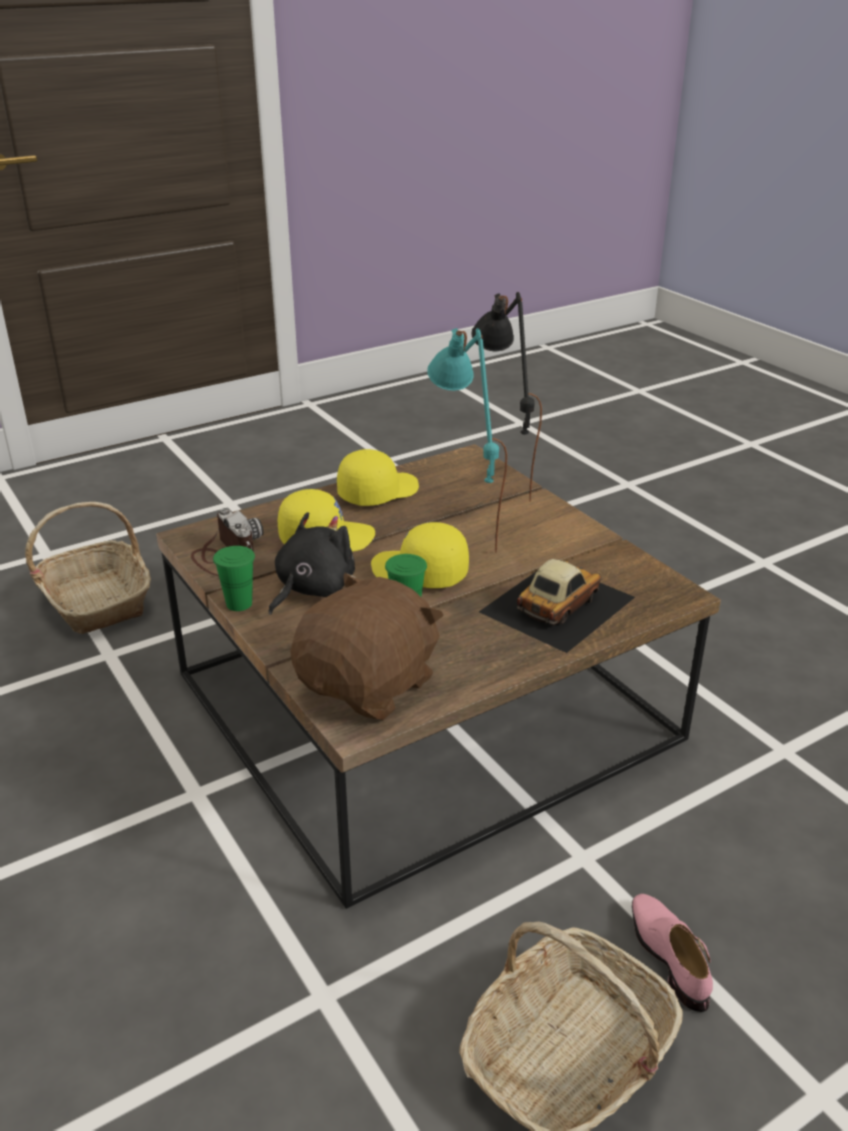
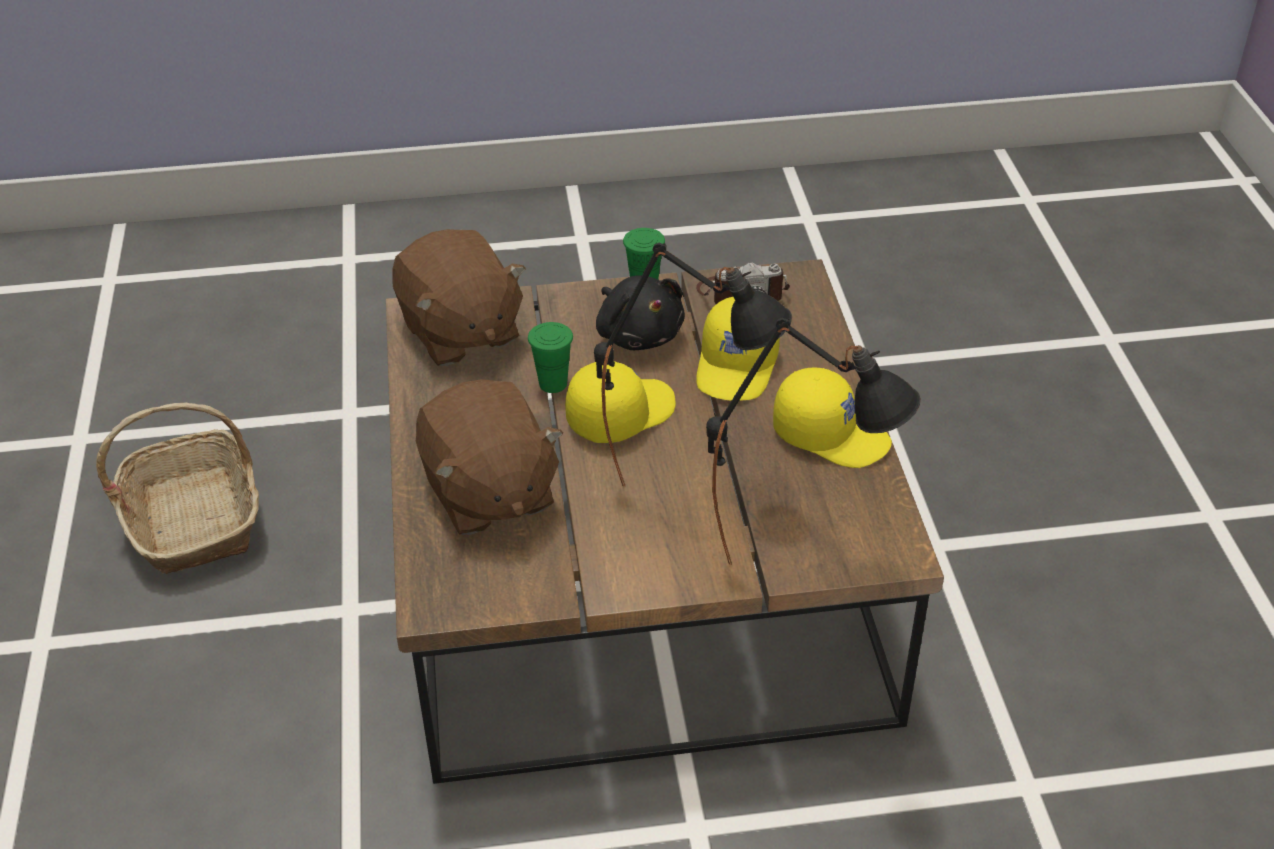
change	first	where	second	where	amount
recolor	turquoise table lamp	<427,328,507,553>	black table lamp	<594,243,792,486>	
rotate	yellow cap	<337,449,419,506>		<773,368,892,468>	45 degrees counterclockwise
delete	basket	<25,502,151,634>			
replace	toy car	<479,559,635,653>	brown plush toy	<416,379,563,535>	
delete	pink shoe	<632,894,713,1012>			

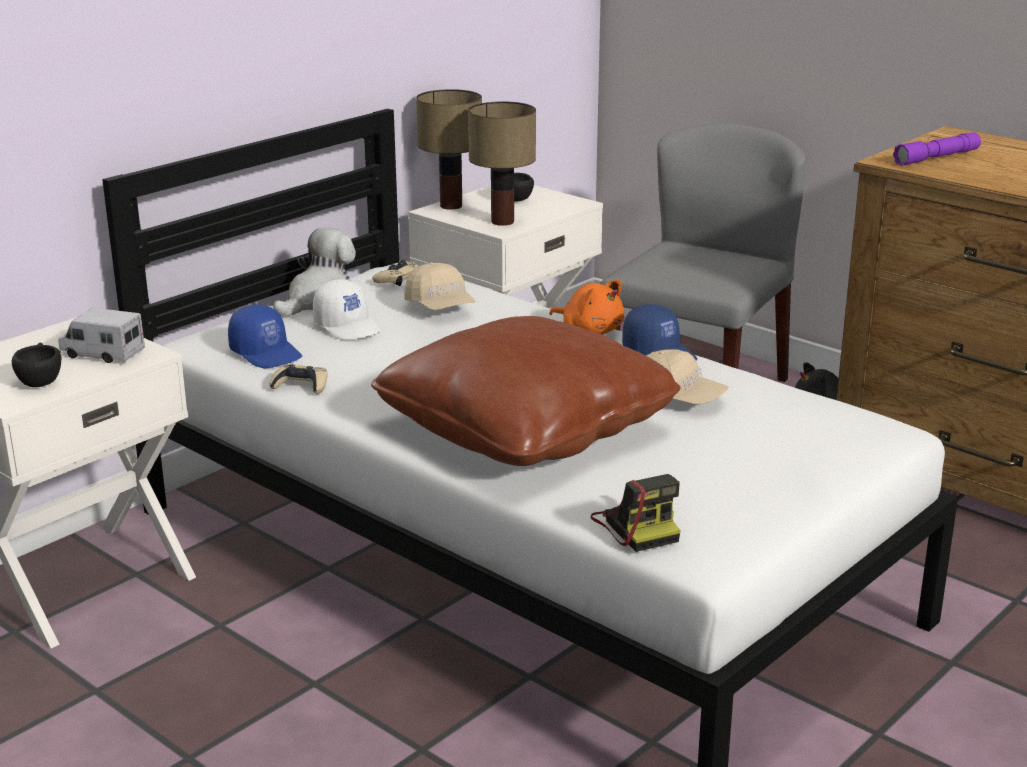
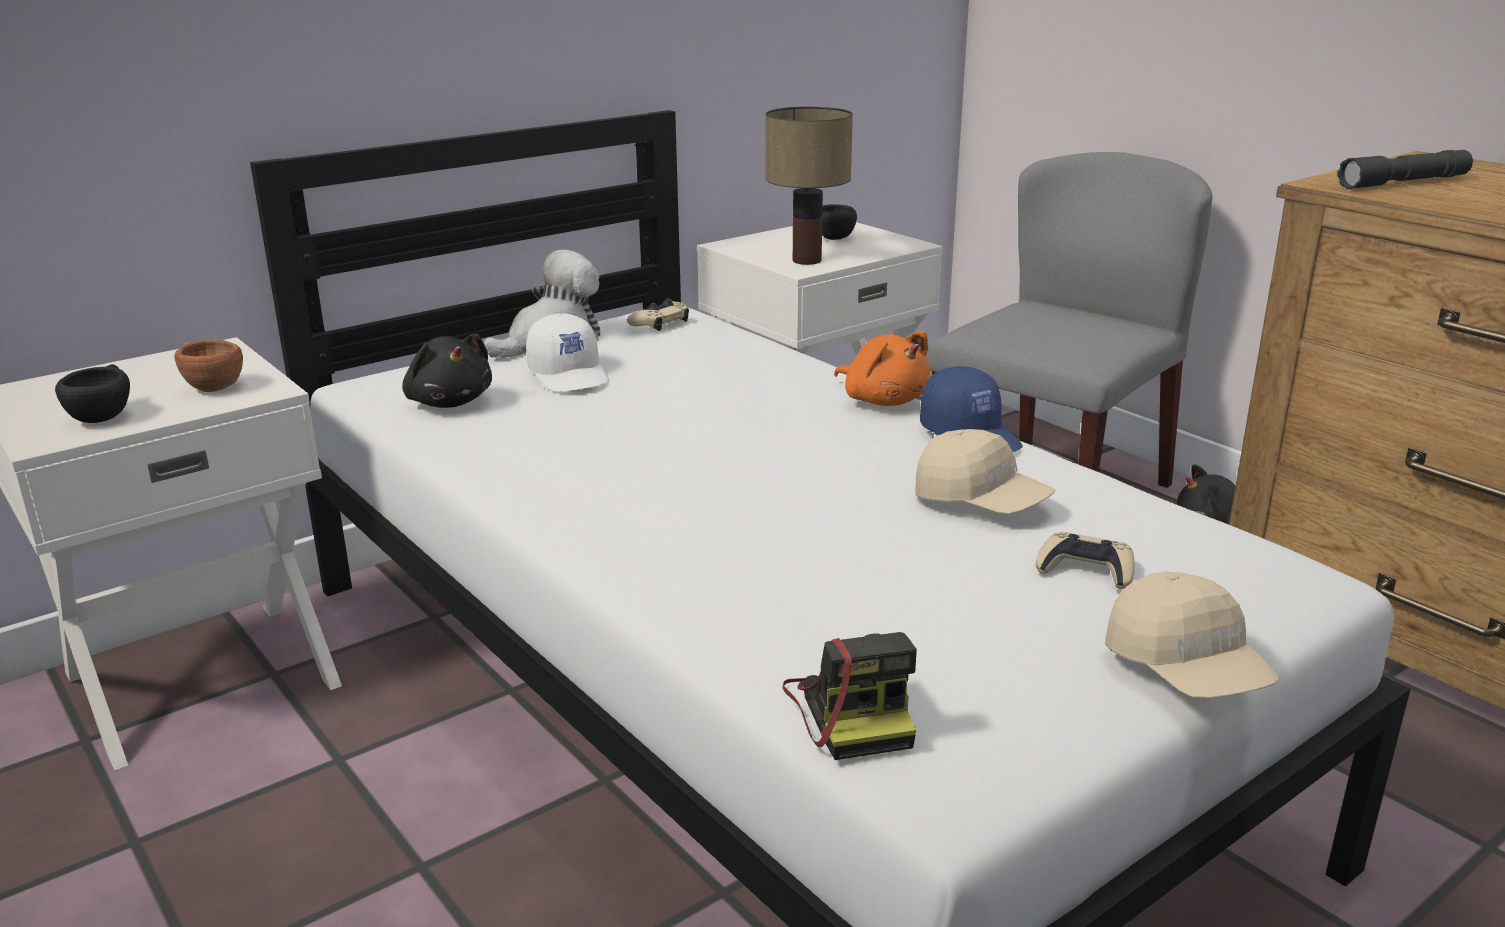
change	first	where	second	where	amount
delete	table lamp	<416,89,482,210>			
recolor	purple flashlight	<893,132,981,166>	grey flashlight	<1337,150,1473,189>	
move	beige cap	<404,263,475,310>		<1105,571,1279,698>	
replace	blue cap	<228,305,302,368>	black plush toy	<402,334,492,408>	
replace	toy truck	<58,308,145,363>	brown cup	<174,339,243,392>	
delete	brown pillow	<371,316,681,466>			
move	beige game controller	<269,364,327,394>		<1036,532,1135,589>	

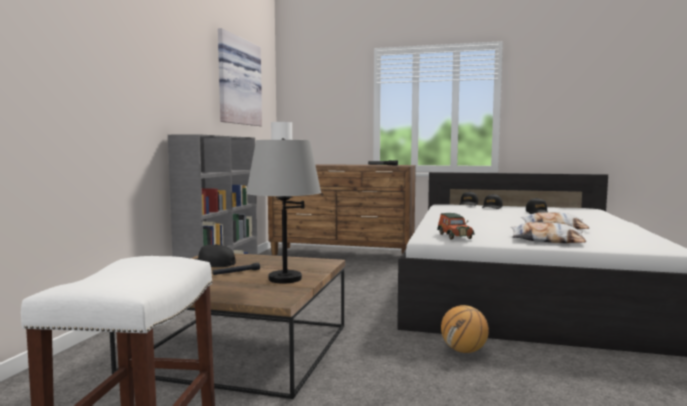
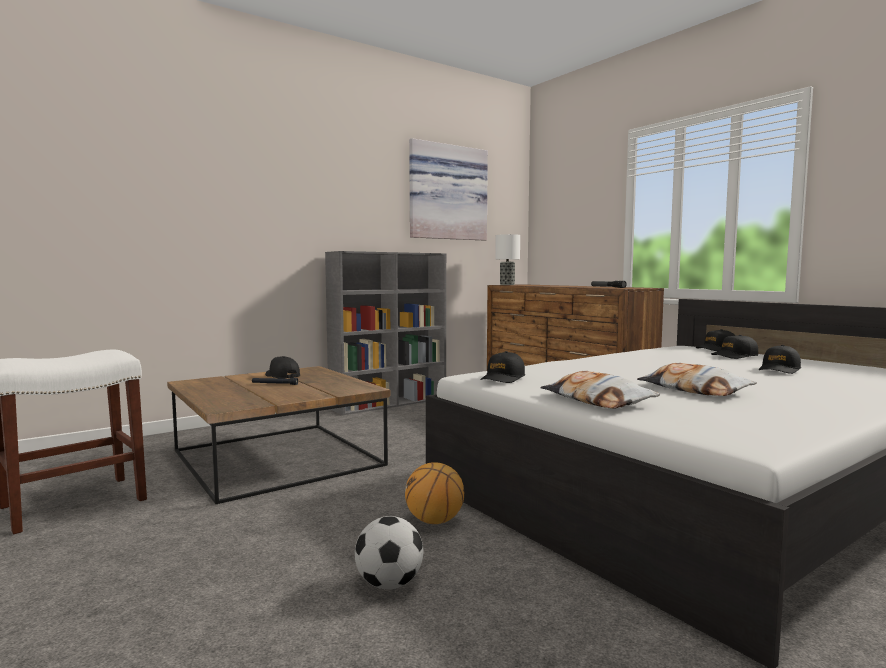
change	first	where	second	where	amount
delete	grey table lamp	<246,138,321,284>			
replace	toy car	<437,213,475,240>	black cap	<480,351,525,383>	
insert			football	<355,516,423,590>	

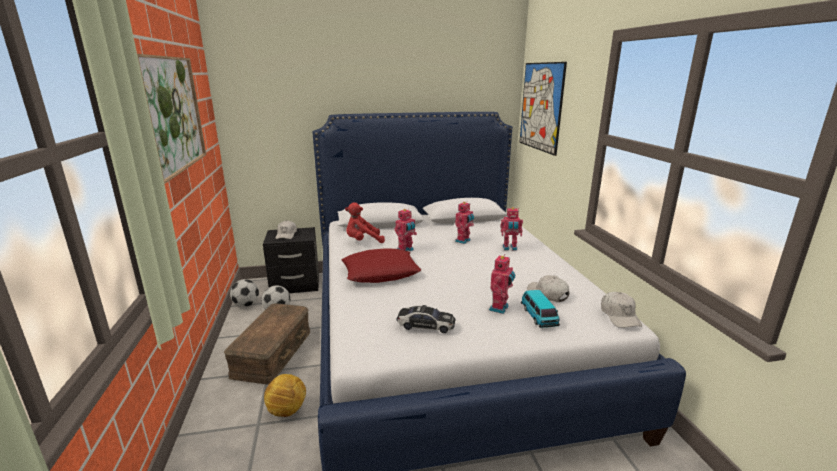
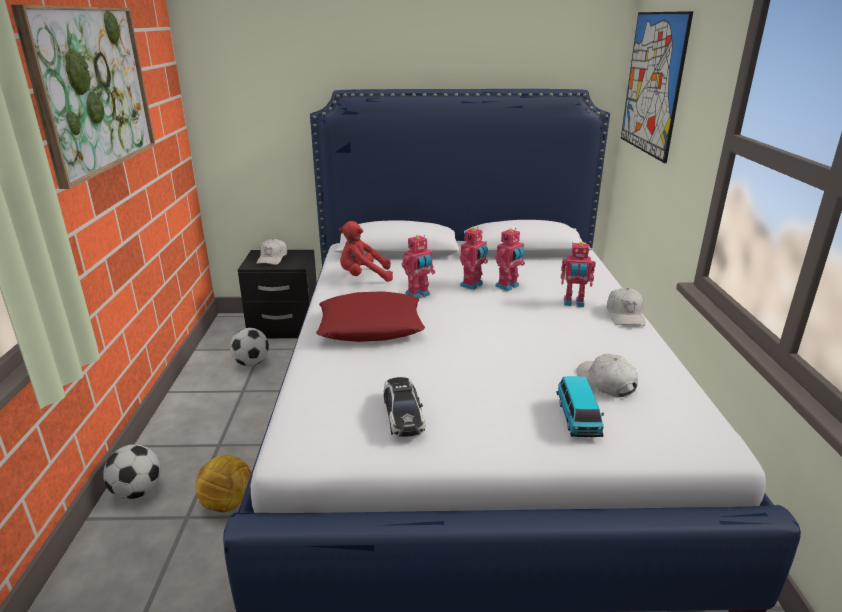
change	first	where	second	where	amount
move	toy robot	<489,254,515,314>		<460,227,488,290>	
move	football	<230,279,259,307>		<103,444,161,499>	
move	white cap	<601,292,642,328>		<606,288,646,326>	
delete	brown storage box	<224,303,310,385>			
rotate	toy car	<396,305,456,333>		<383,377,425,437>	60 degrees clockwise

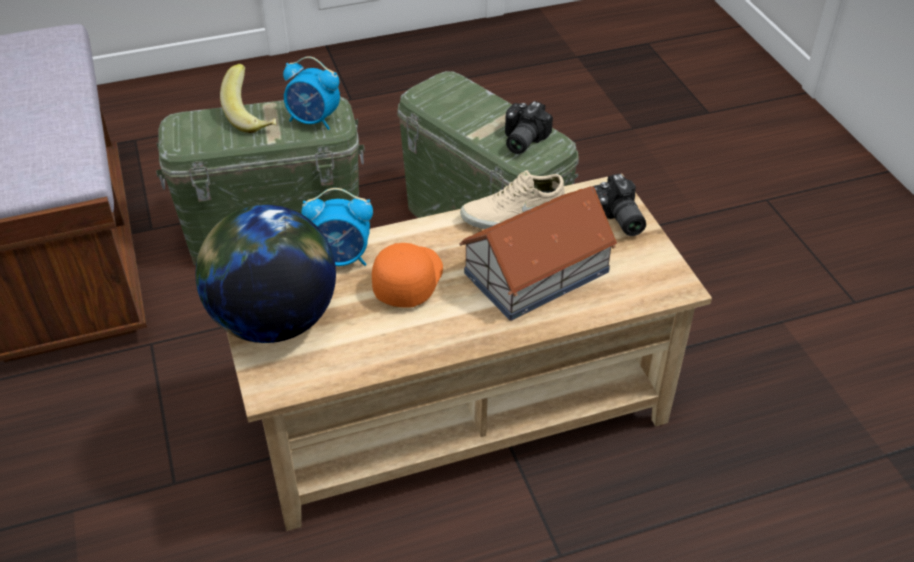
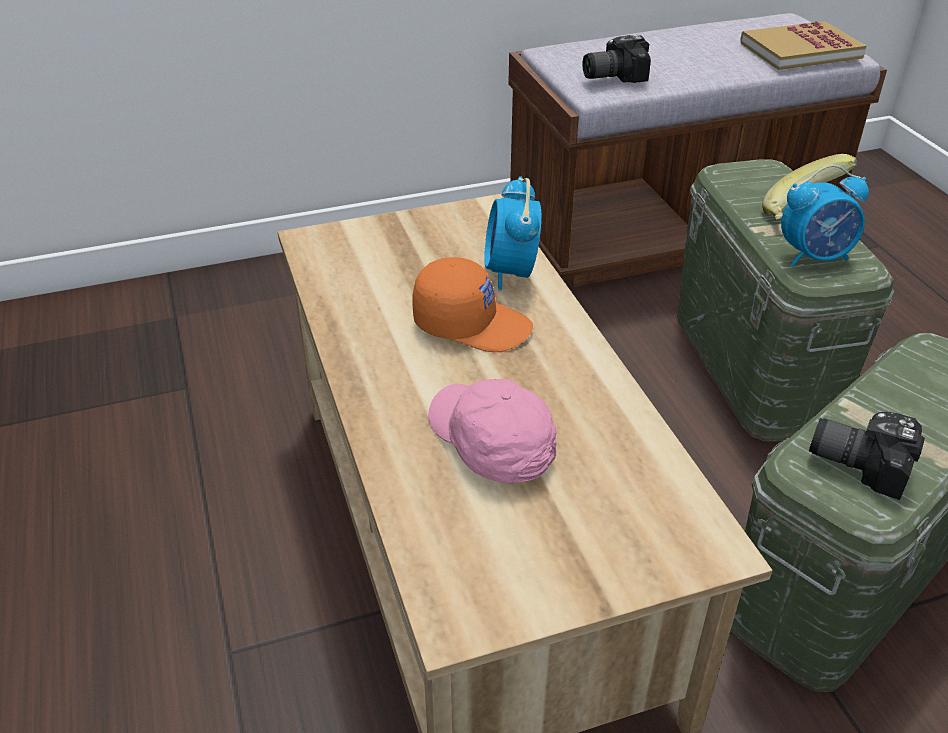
change	first	where	second	where	amount
rotate	alarm clock	<283,56,340,130>		<781,164,869,267>	120 degrees counterclockwise
delete	beige shoe	<460,170,565,229>			
move	photo camera	<593,174,646,236>		<582,35,651,83>	
replace	toy house	<459,186,618,321>	pink cap	<428,379,556,484>	
delete	globe	<195,205,336,343>			
insert			book	<740,21,866,70>	

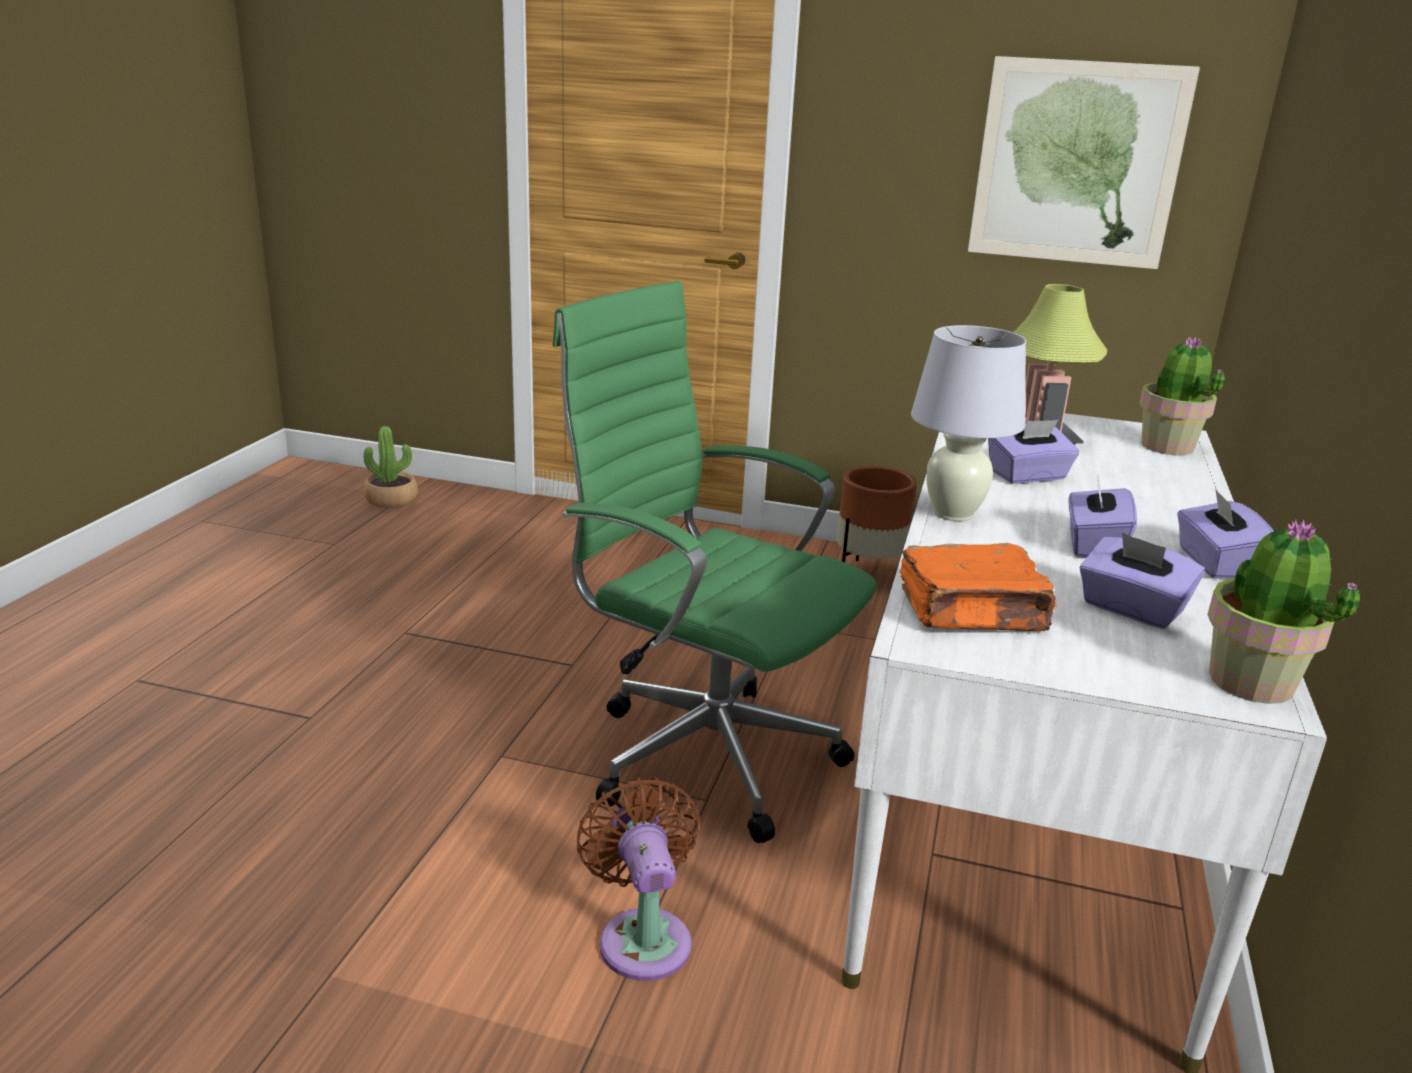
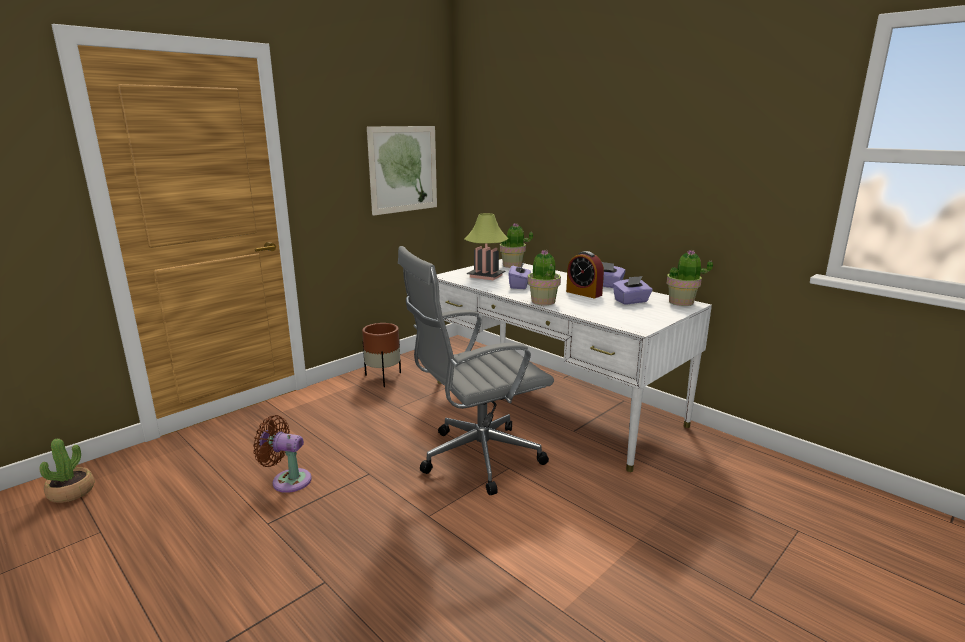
change	first	where	second	where	amount
recolor	green office chair	<552,281,877,843>	grey office chair	<398,246,554,495>	
replace	white table lamp	<911,325,1026,521>	potted plant	<528,250,561,305>	
replace	purple tissue box	<1068,472,1137,558>	alarm clock	<566,251,604,298>	
delete	orange book	<900,543,1057,631>			
move	brown fan	<576,778,700,981>		<253,415,312,493>	

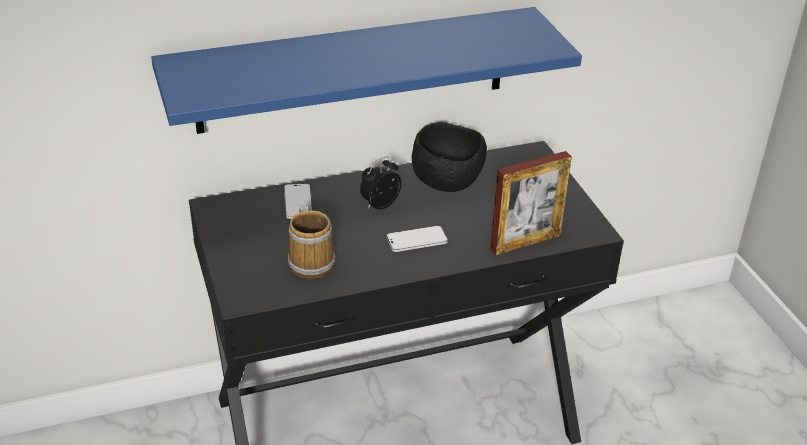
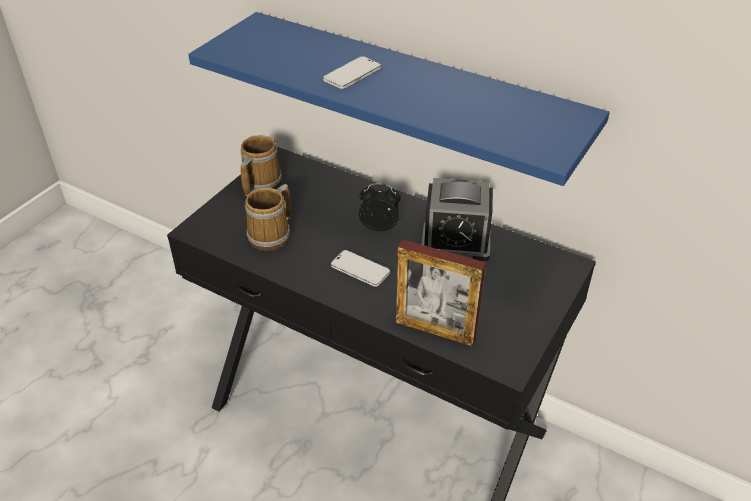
change	first	where	second	where	amount
replace	black bowl	<412,122,487,192>	alarm clock	<422,178,493,261>	
move	phone	<284,183,313,219>		<323,56,381,89>	
insert			mug	<240,135,282,196>	

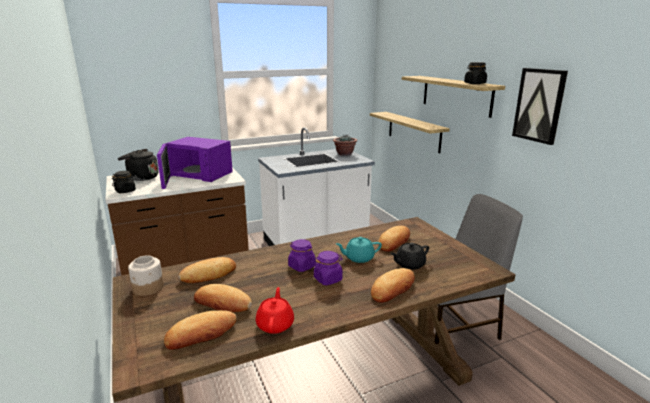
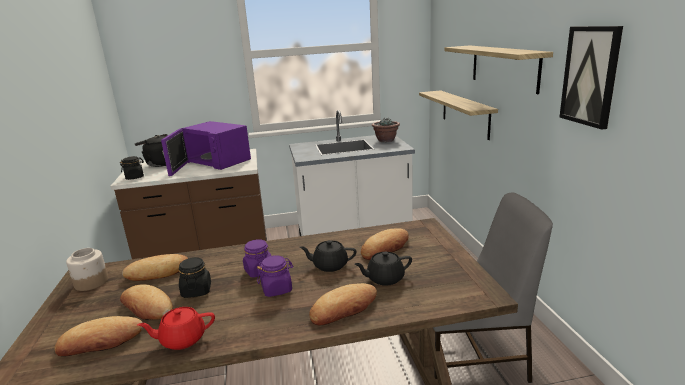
change	first	where	second	where	amount
move	black jar	<464,62,487,84>		<179,257,211,298>	
recolor	turquoise teapot	<336,237,382,263>	black teapot	<299,240,357,272>	
rotate	red teapot	<256,287,294,334>		<137,307,215,350>	120 degrees counterclockwise

